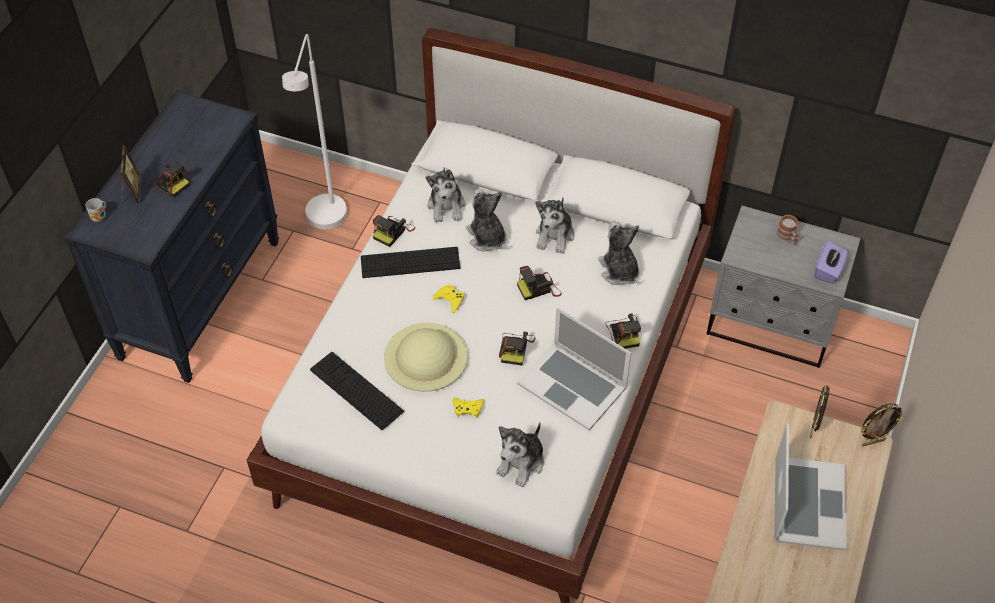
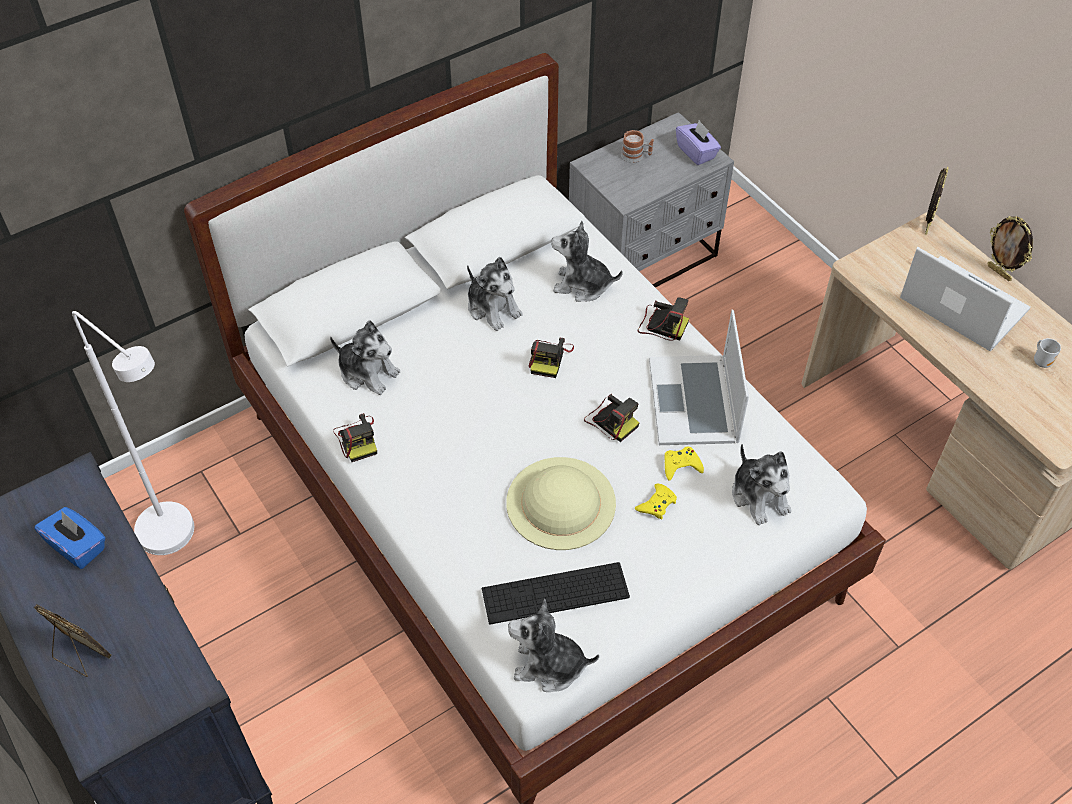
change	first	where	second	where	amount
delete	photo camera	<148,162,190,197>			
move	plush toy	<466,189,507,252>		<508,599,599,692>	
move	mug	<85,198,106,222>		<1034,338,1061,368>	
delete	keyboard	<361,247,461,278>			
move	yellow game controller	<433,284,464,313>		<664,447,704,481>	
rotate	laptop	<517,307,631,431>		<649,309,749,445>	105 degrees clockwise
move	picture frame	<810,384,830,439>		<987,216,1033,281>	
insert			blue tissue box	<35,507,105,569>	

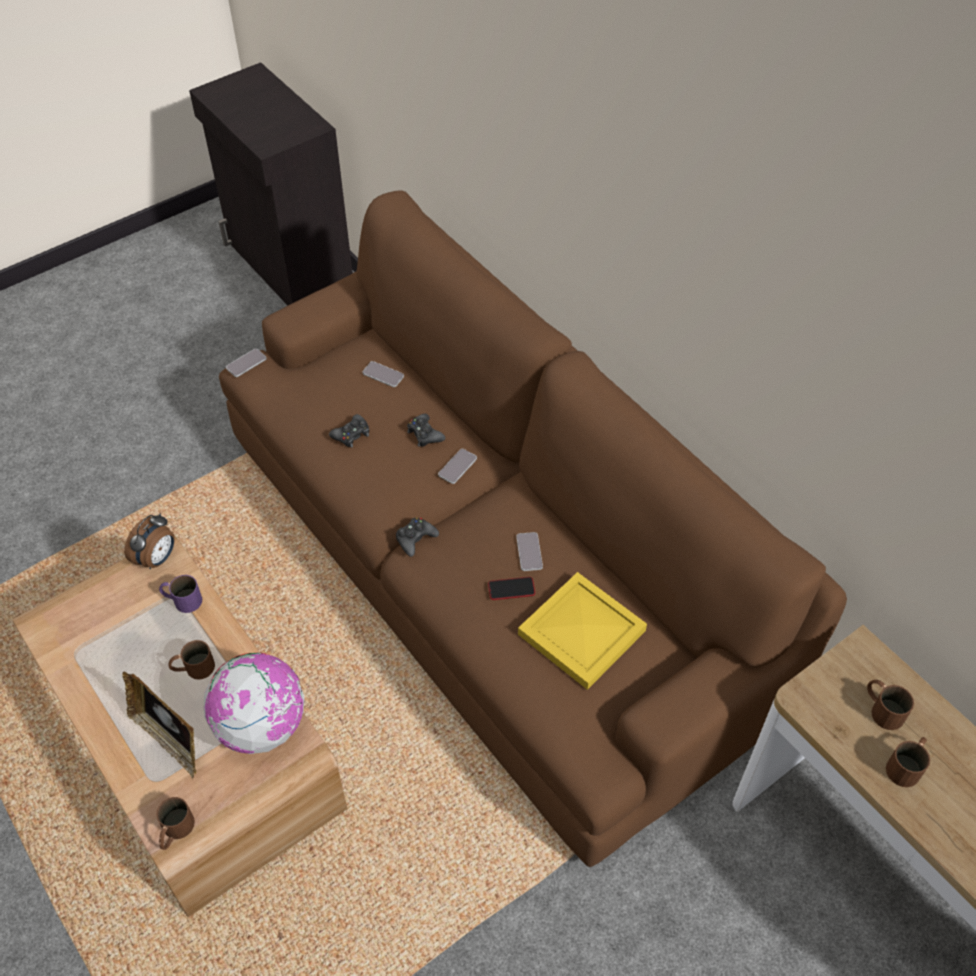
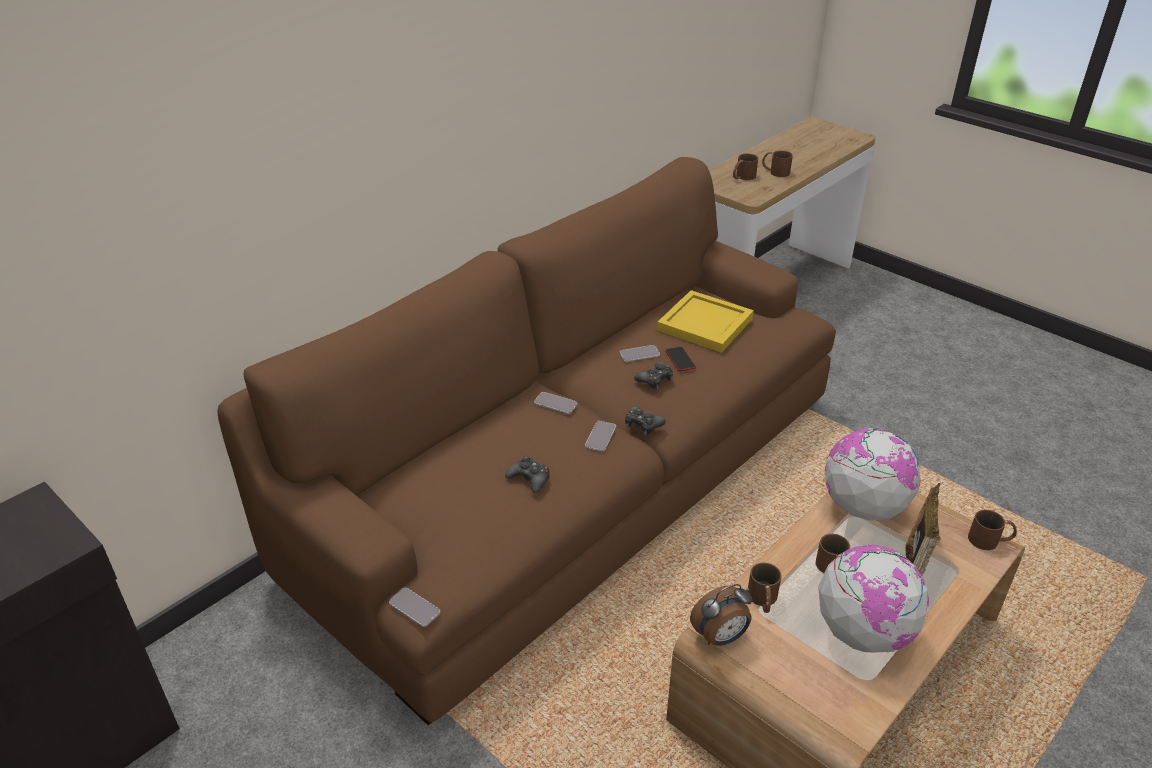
change	first	where	second	where	amount
move	phone	<362,361,404,387>		<585,421,616,452>	
move	black game controller	<407,414,445,447>		<634,362,673,389>	
rotate	alarm clock	<124,514,175,569>		<690,584,752,646>	135 degrees clockwise
recolor	purple mug	<159,575,202,613>	brown mug	<748,563,782,613>	
insert			globe	<818,544,929,653>	

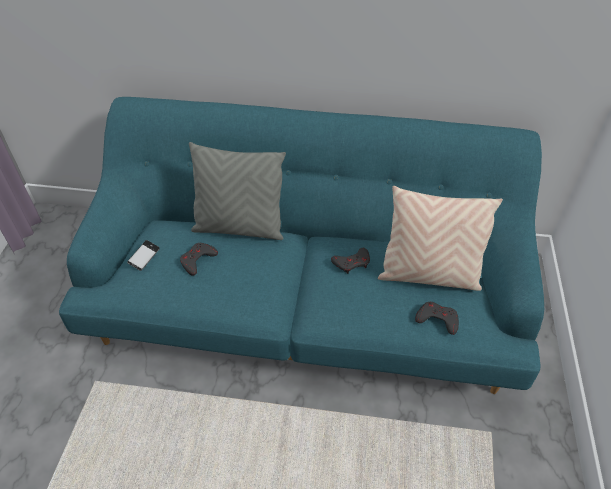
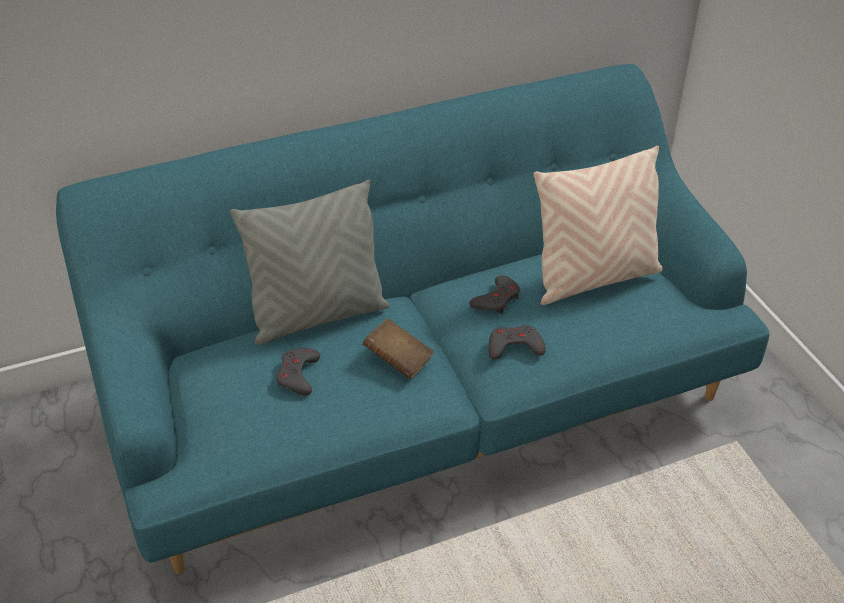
change	first	where	second	where	amount
delete	phone	<127,240,160,271>			
move	grey game controller	<415,302,459,335>		<488,325,546,359>	
insert			brown book	<363,318,434,379>	

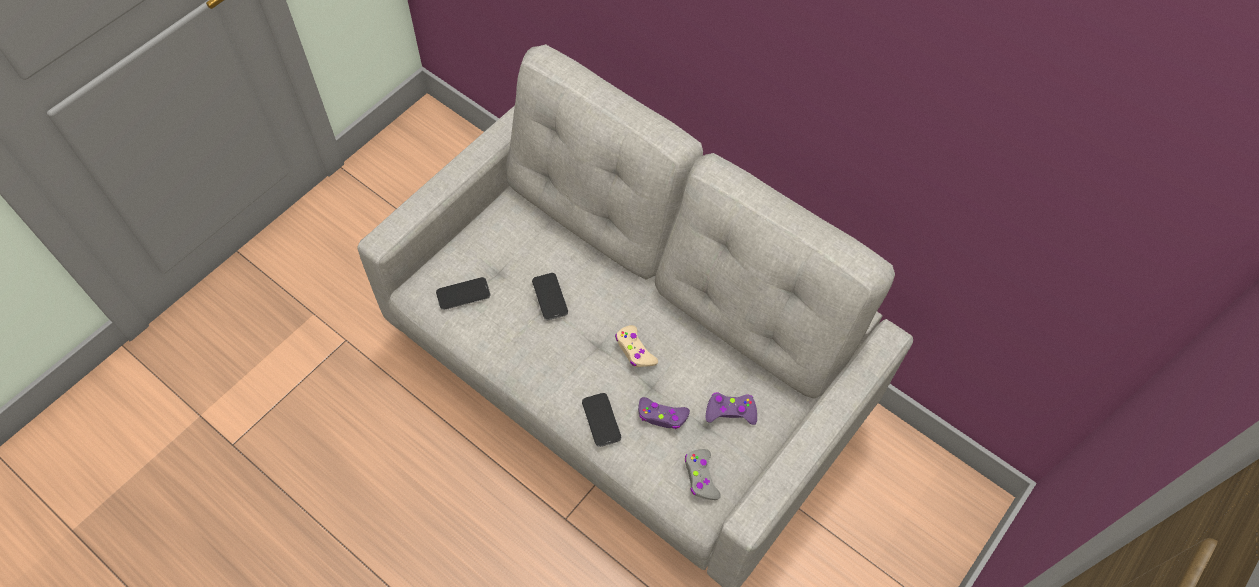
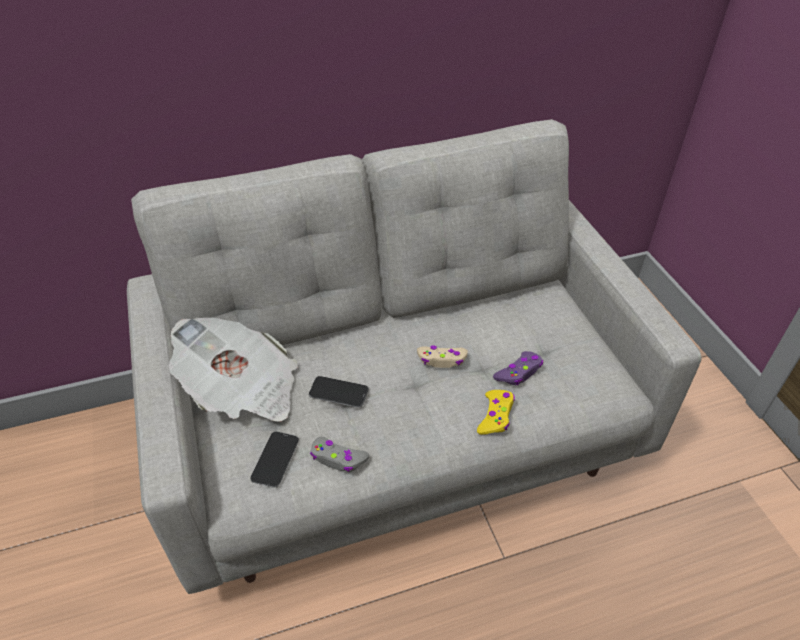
change	first	where	second	where	amount
delete	purple game controller	<705,392,757,425>			
replace	phone	<582,393,622,447>	yellow game controller	<477,390,515,435>	
move	grey game controller	<685,449,721,500>		<310,437,369,472>	
insert			newspaper	<168,318,297,422>	

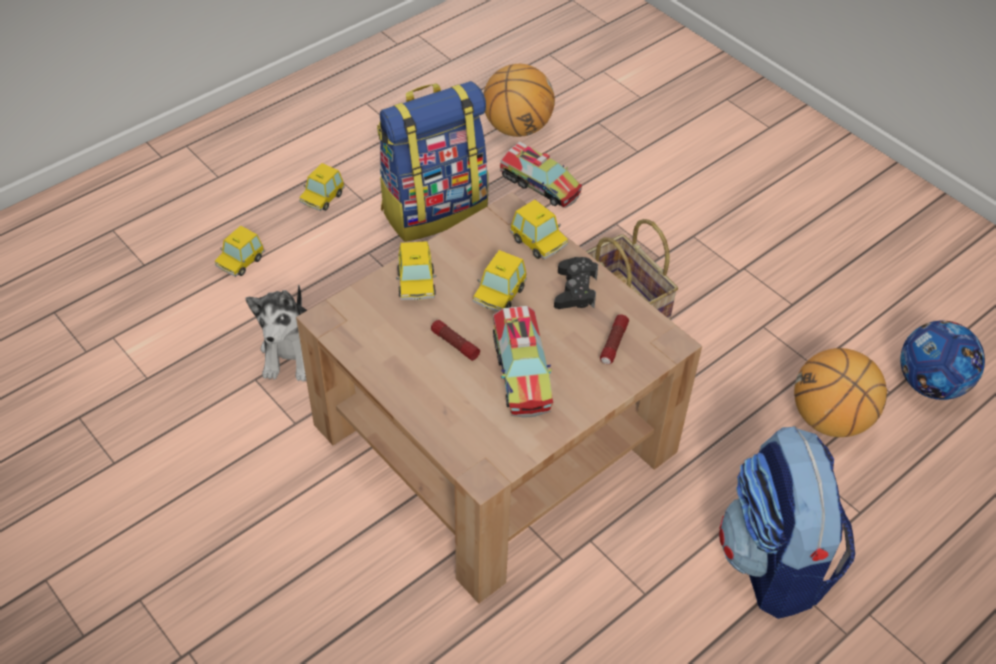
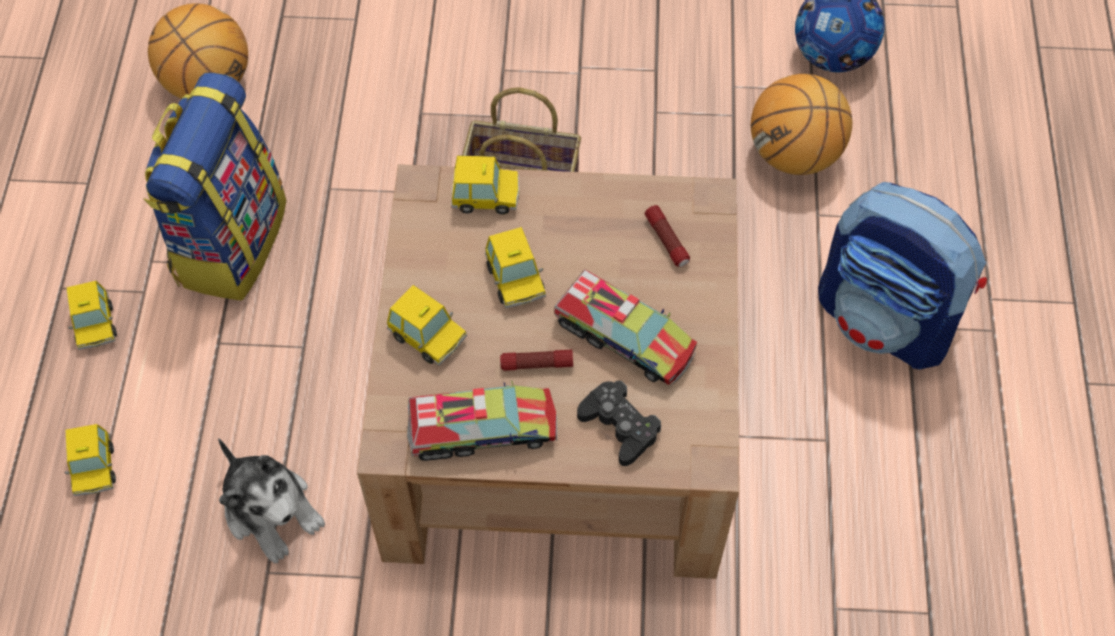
change	first	where	second	where	amount
move	toy truck	<500,141,582,208>		<407,380,557,461>	
move	black game controller	<554,257,598,309>		<577,380,661,466>	

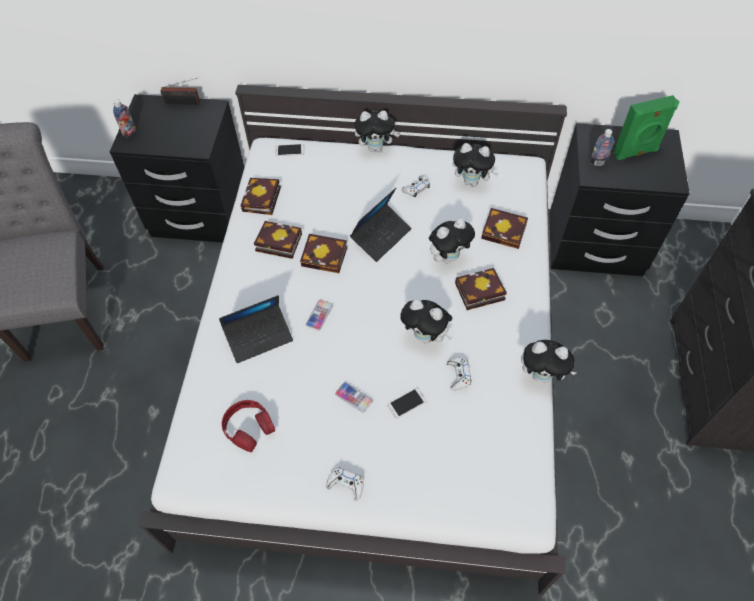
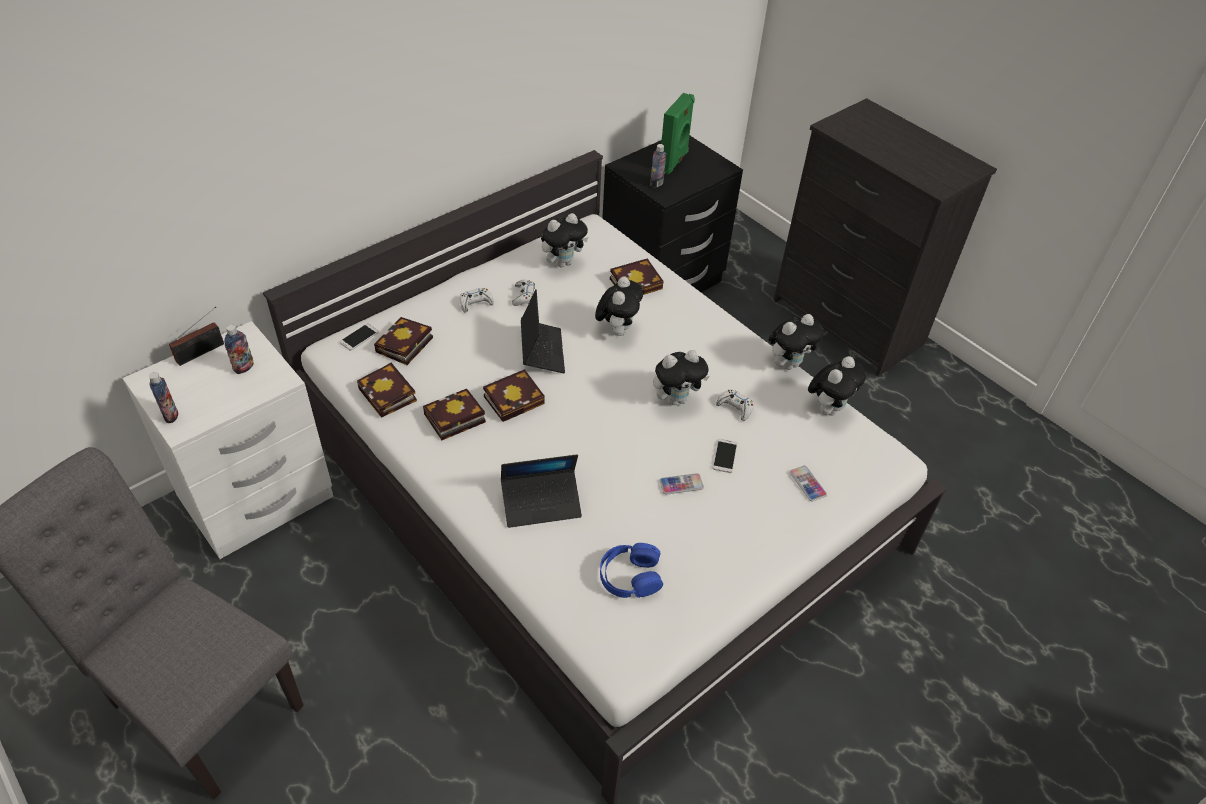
change	first	where	second	where	amount
recolor	black nightstand	<110,94,244,243>	white nightstand	<123,321,333,559>	
move	plush toy	<355,110,400,152>		<808,356,866,416>	
move	book	<455,268,507,310>		<374,317,433,365>	
rotate	laptop	<219,295,293,363>		<501,454,582,528>	60 degrees clockwise
move	phone	<305,300,333,331>		<790,466,827,501>	
recolor	red headphones	<222,400,275,452>	blue headphones	<600,543,663,598>	
move	white game controller	<326,467,364,500>		<460,288,494,312>	
insert			bottle	<224,325,254,374>	

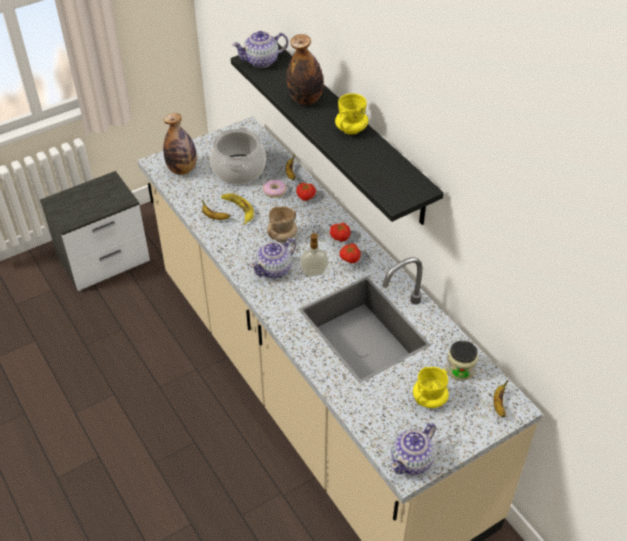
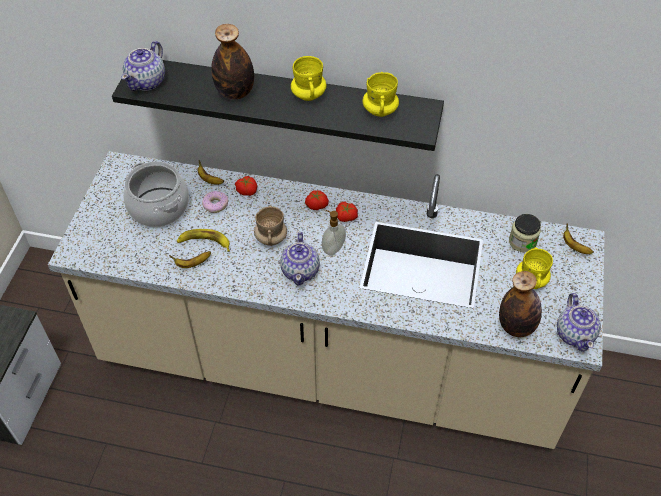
change	first	where	second	where	amount
move	bottle	<163,113,197,175>		<499,271,542,337>	
insert			yellow mug	<363,72,399,117>	

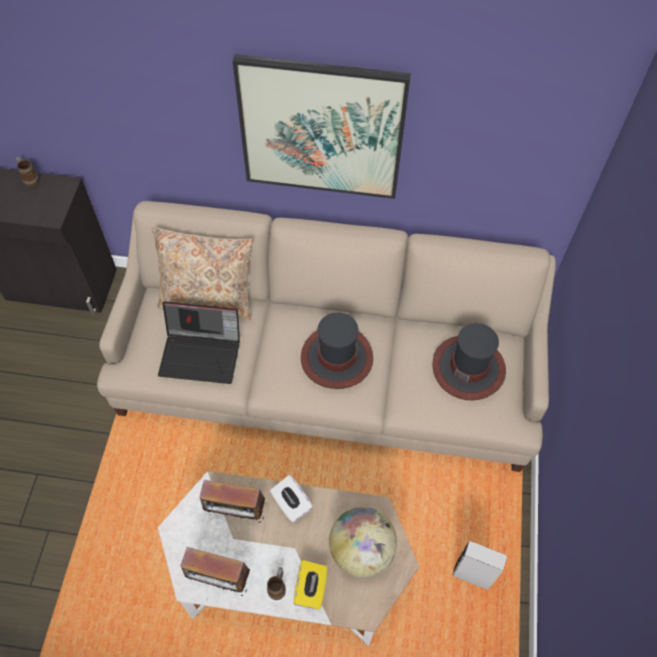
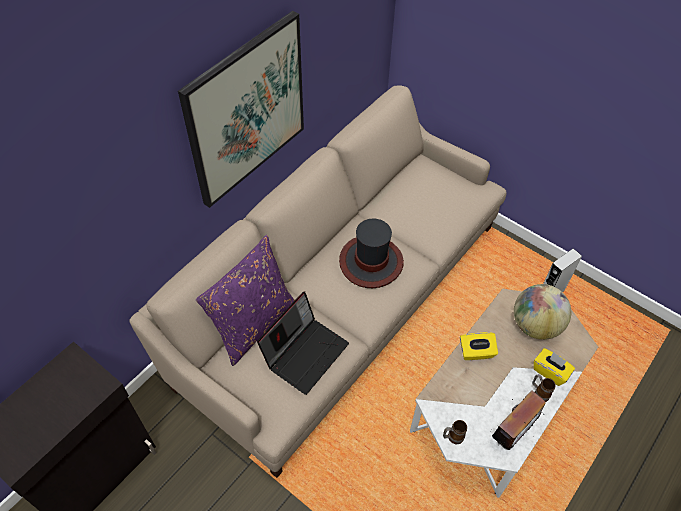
change	first	where	second	where	amount
move	mug	<15,157,39,187>		<443,420,467,444>	
recolor	beige pillow	<152,227,253,320>	purple pillow	<196,235,295,366>	
delete	hat	<432,323,506,401>			
recolor	white tissue box	<270,475,313,522>	yellow tissue box	<460,332,498,360>	
delete	radio	<200,480,265,523>			

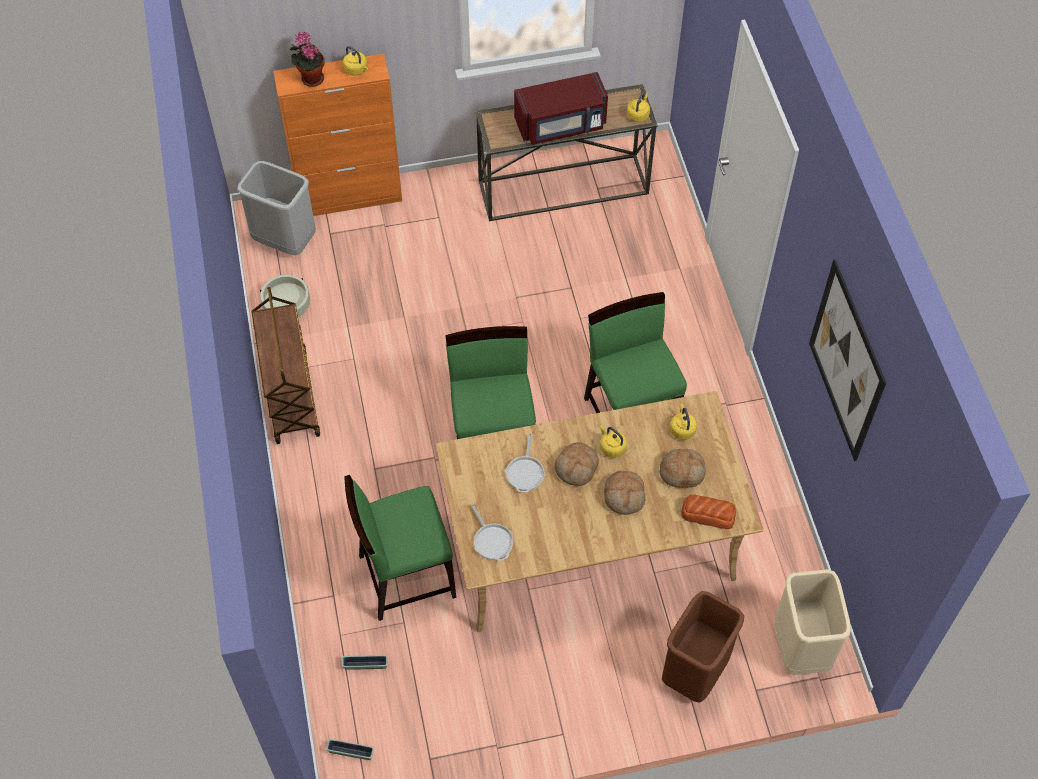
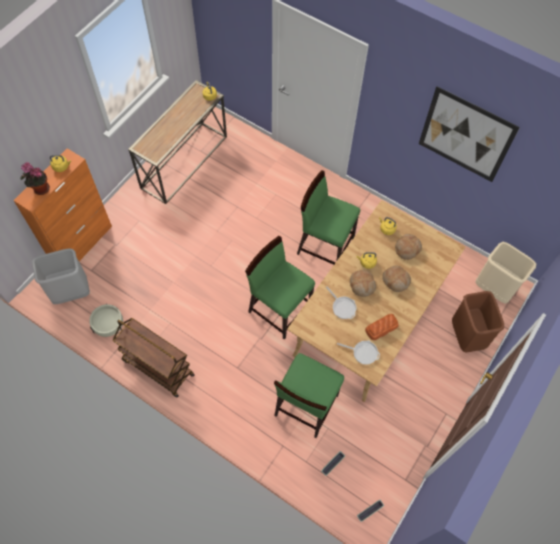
change	first	where	second	where	amount
delete	red microwave	<514,72,608,145>			
move	bread	<681,495,736,529>		<365,314,399,340>	

